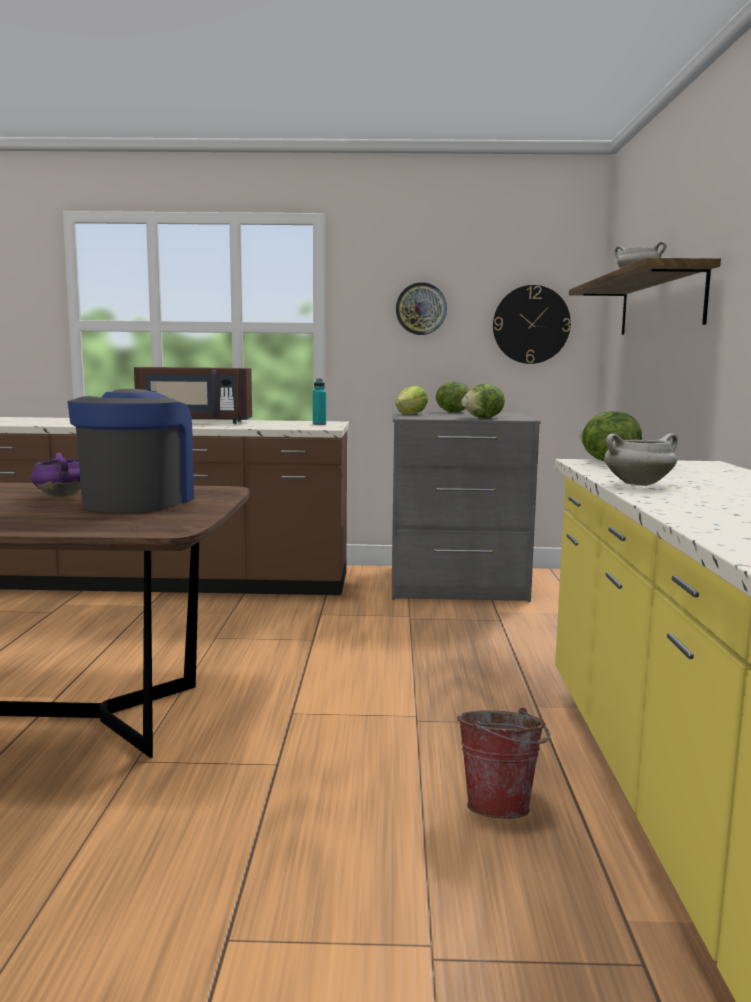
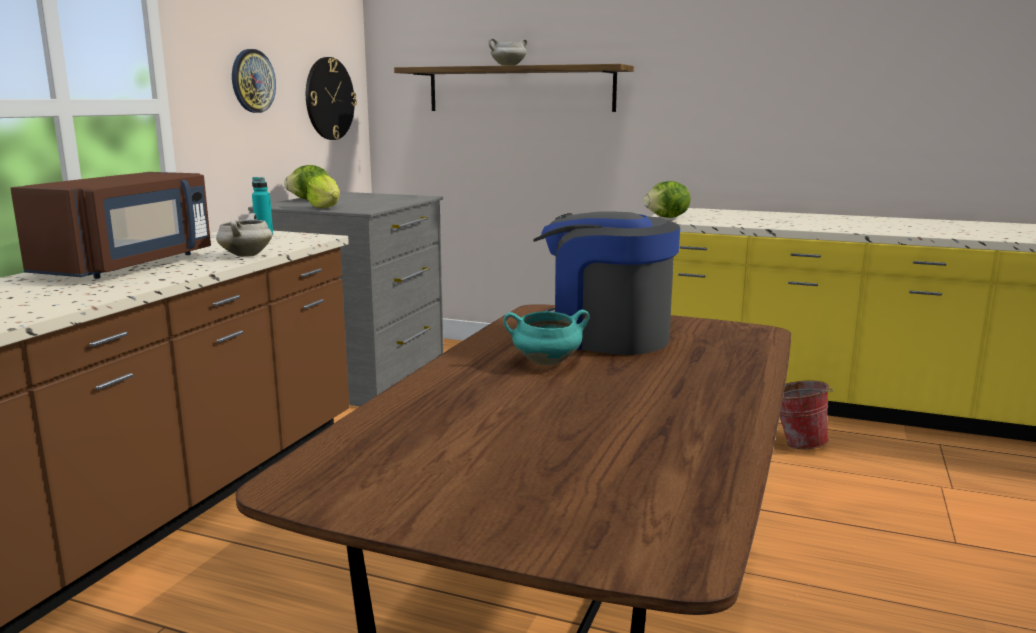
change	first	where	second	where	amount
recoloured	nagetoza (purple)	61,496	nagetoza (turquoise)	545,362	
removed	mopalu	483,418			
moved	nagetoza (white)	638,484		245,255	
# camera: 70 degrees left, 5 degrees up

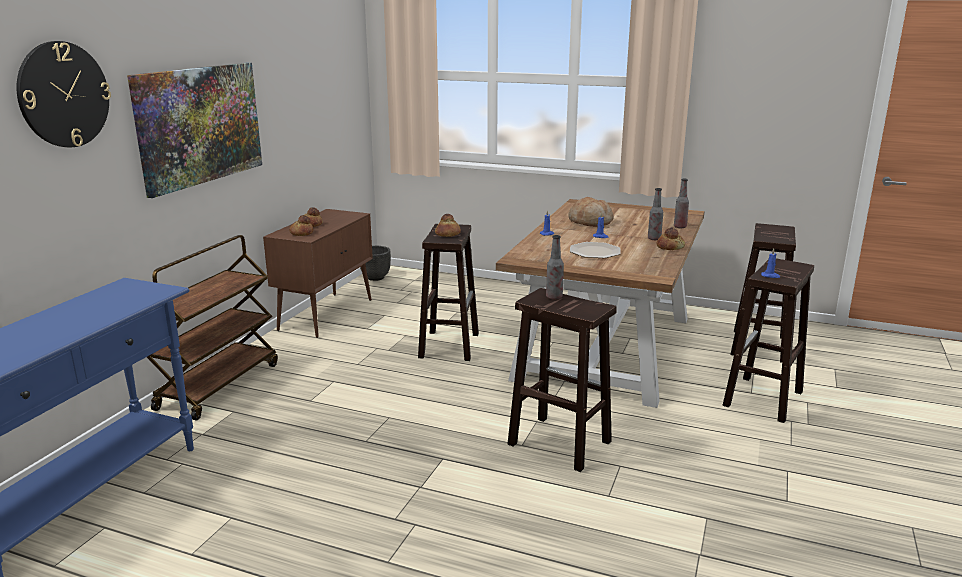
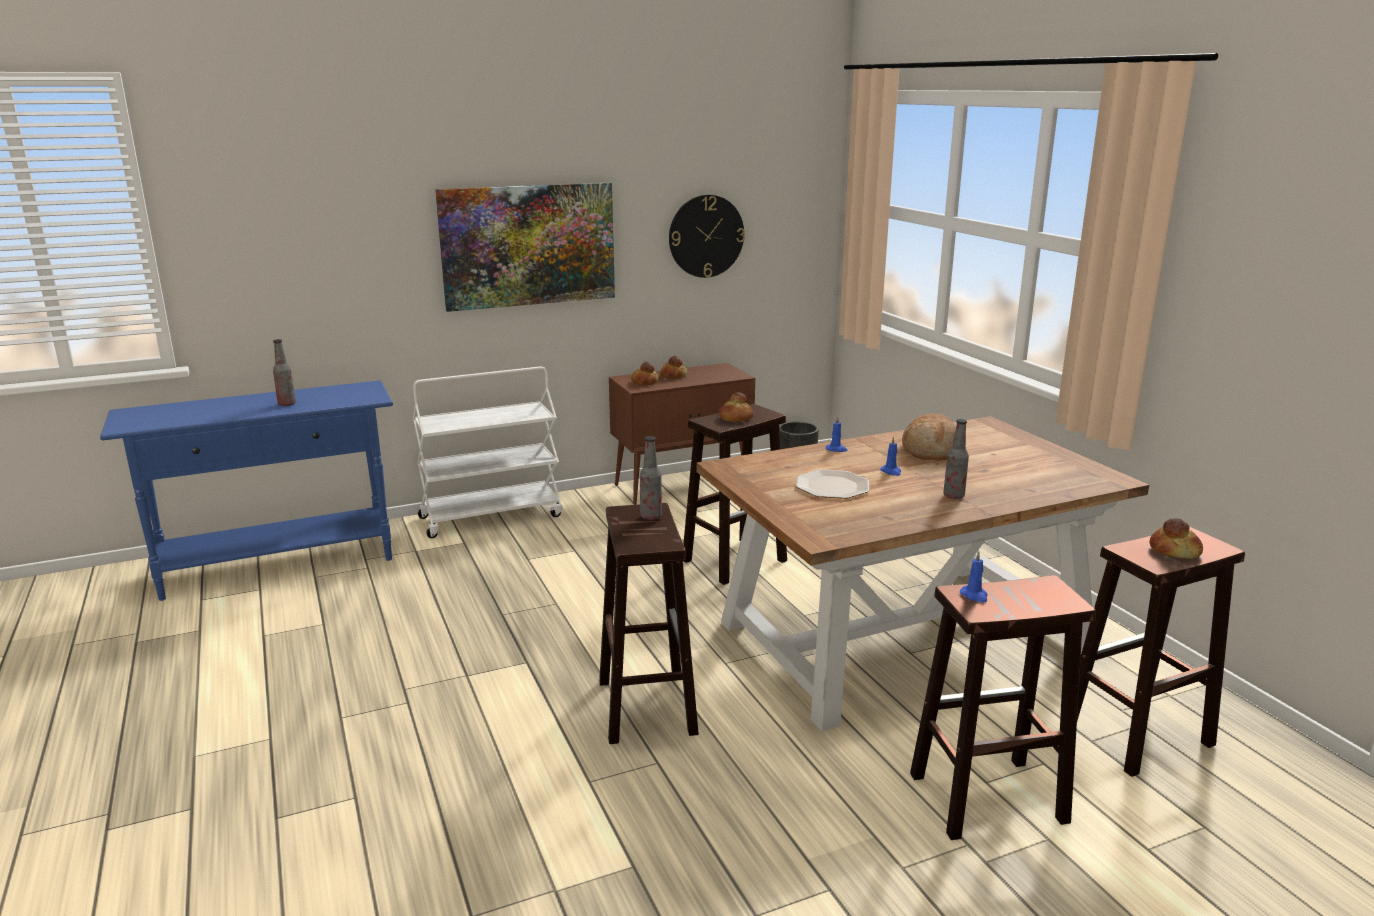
change	first	where	second	where	amount
moved	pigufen	63,95		706,236	
recoloured	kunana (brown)	218,385	kunana (white)	492,516	
moved	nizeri	670,247		1175,550	
moved	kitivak	680,227		287,404	
# camera: 45 degrees right, 0 degrees up

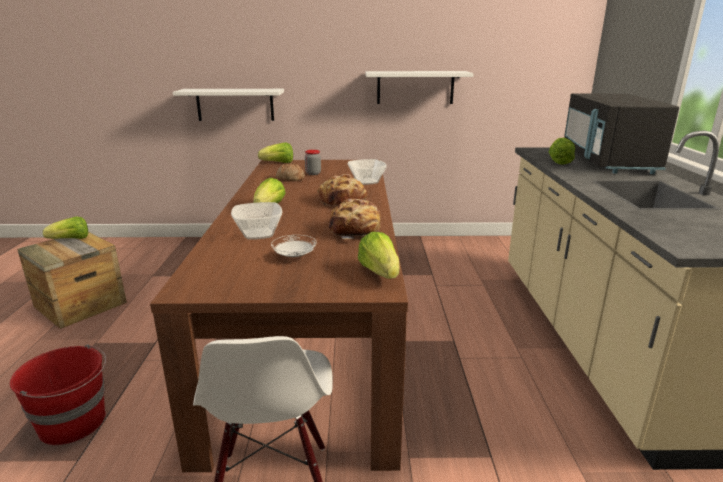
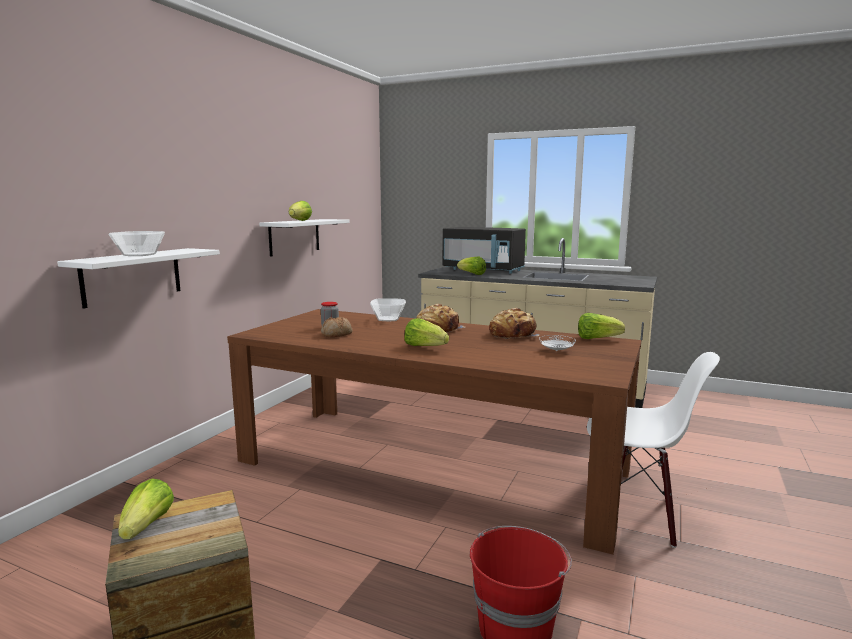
change	first	where	second	where	amount
moved	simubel	258,234		138,255	
moved	mopalu	278,163		300,221	
# camera: 65 degrees left, 10 degrees down

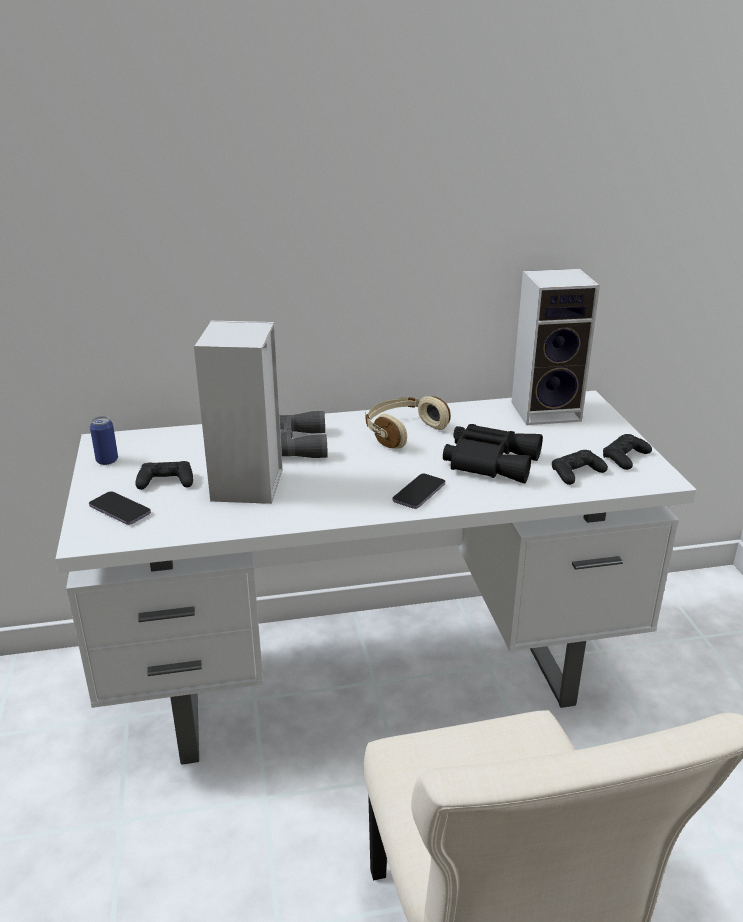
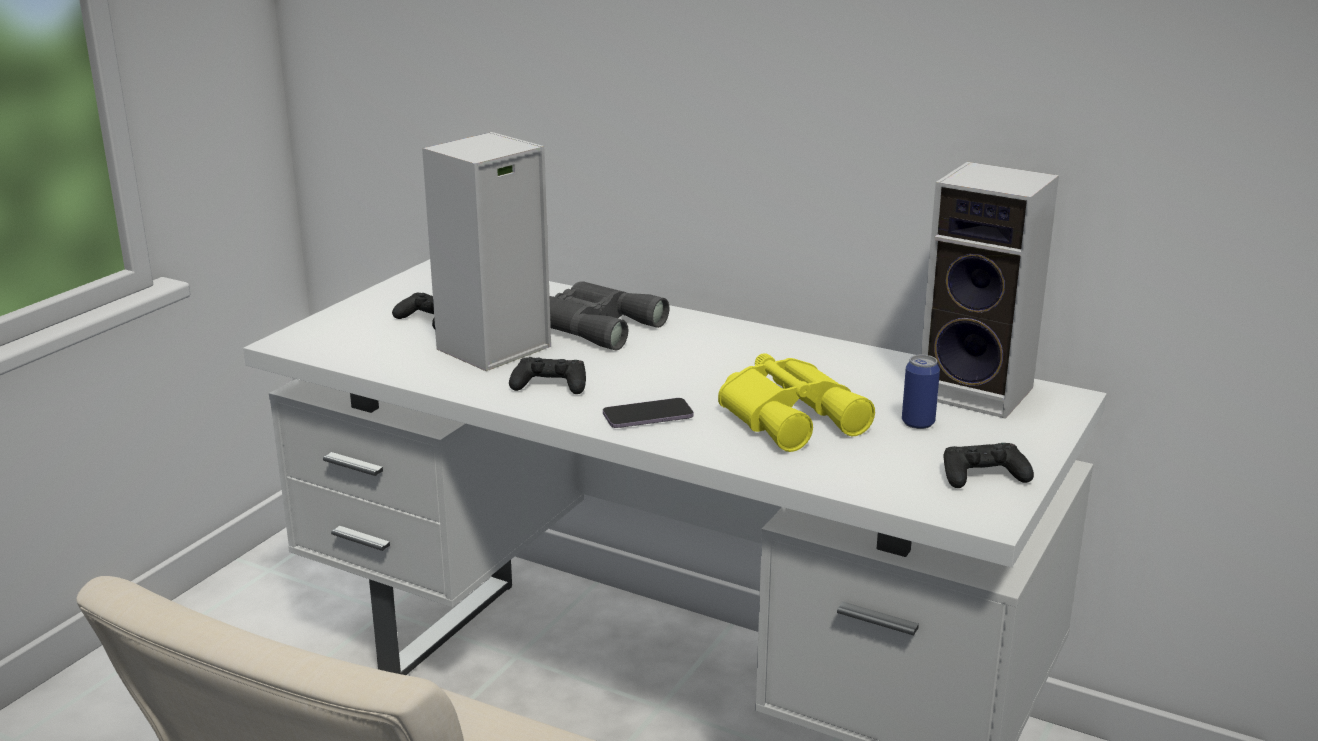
change	first	where	second	where	amount
removed	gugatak	120,510			
moved	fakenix	107,460		918,423	
removed	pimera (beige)	402,431			
recoloured	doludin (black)	490,461	doludin (yellow)	792,416	
moved	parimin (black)	576,473		550,385	
# camera: 40 degrees right, 5 degrees down

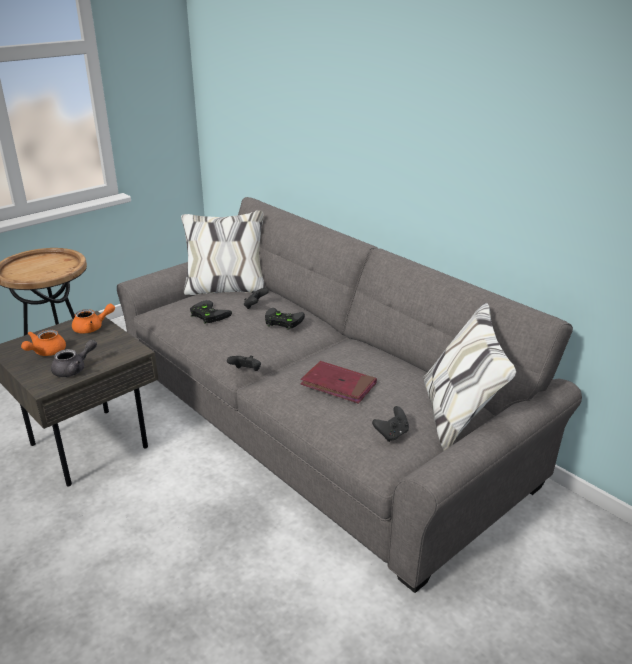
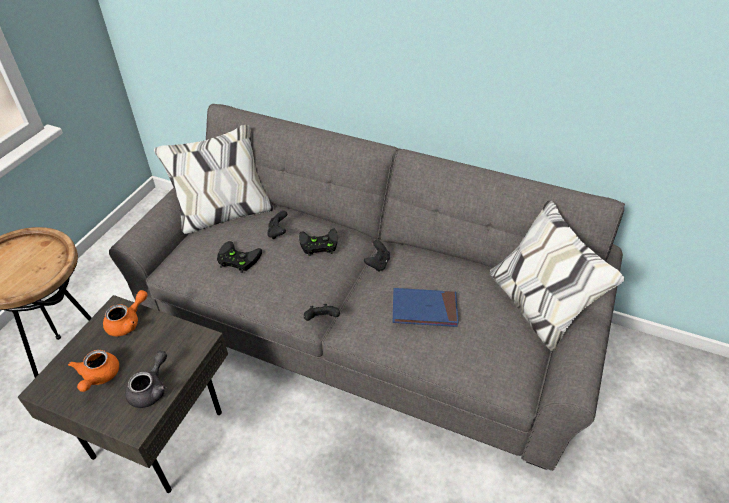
change	first	where	second	where	amount
recoloured	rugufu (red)	338,385	rugufu (blue)	424,309	
moved	parimin (black)	392,434		378,264	
# camera: 25 degrees left, 15 degrees up

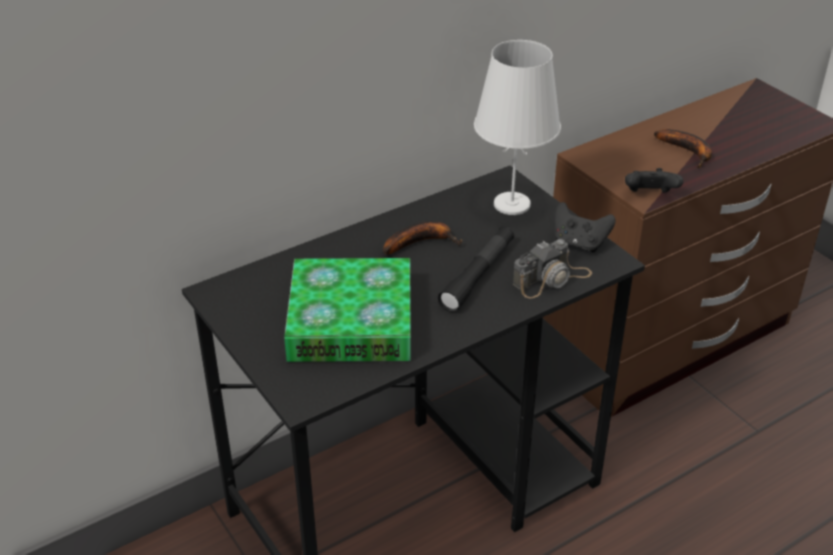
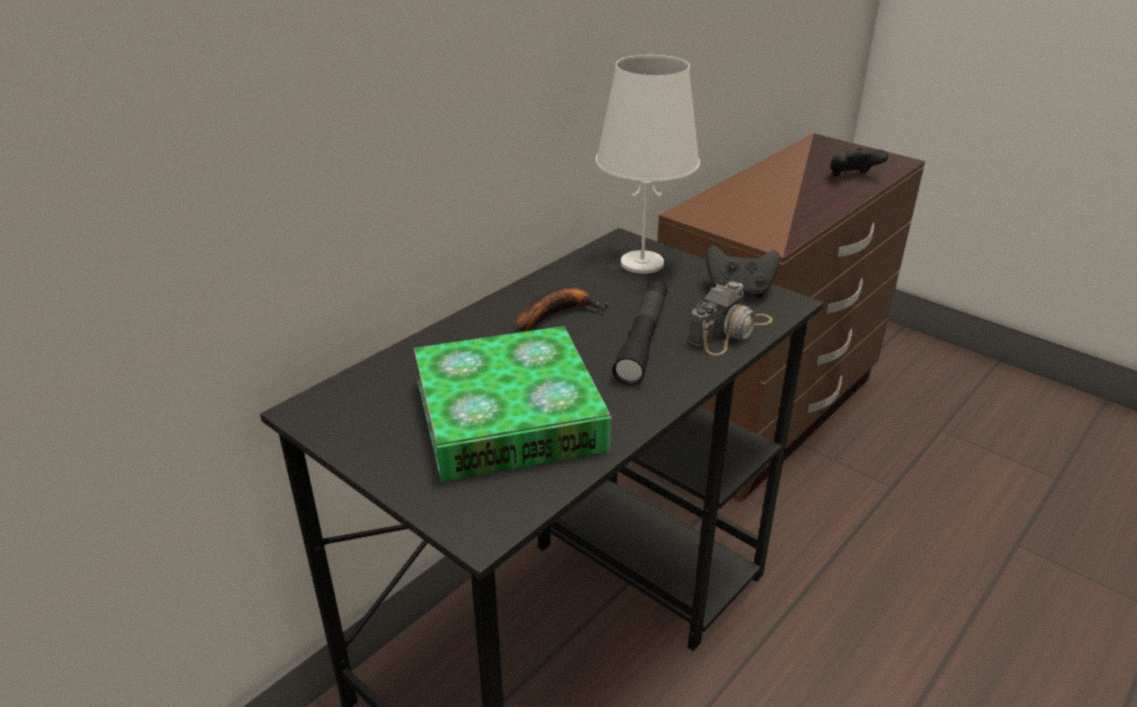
change	first	where	second	where	amount
moved	parimin (black)	649,196		852,177	
removed	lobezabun	688,152			
# camera: 15 degrees left, 5 degrees down

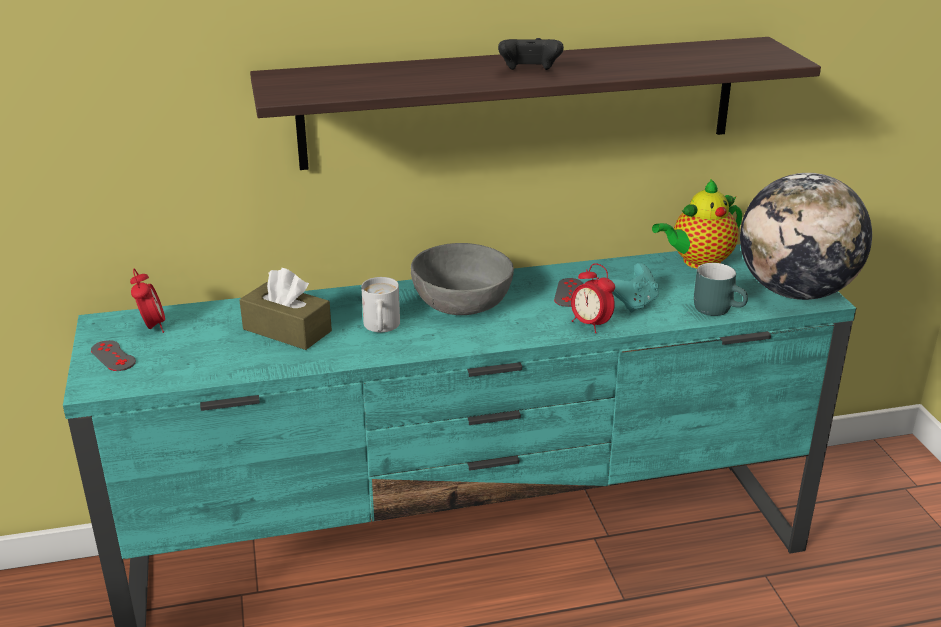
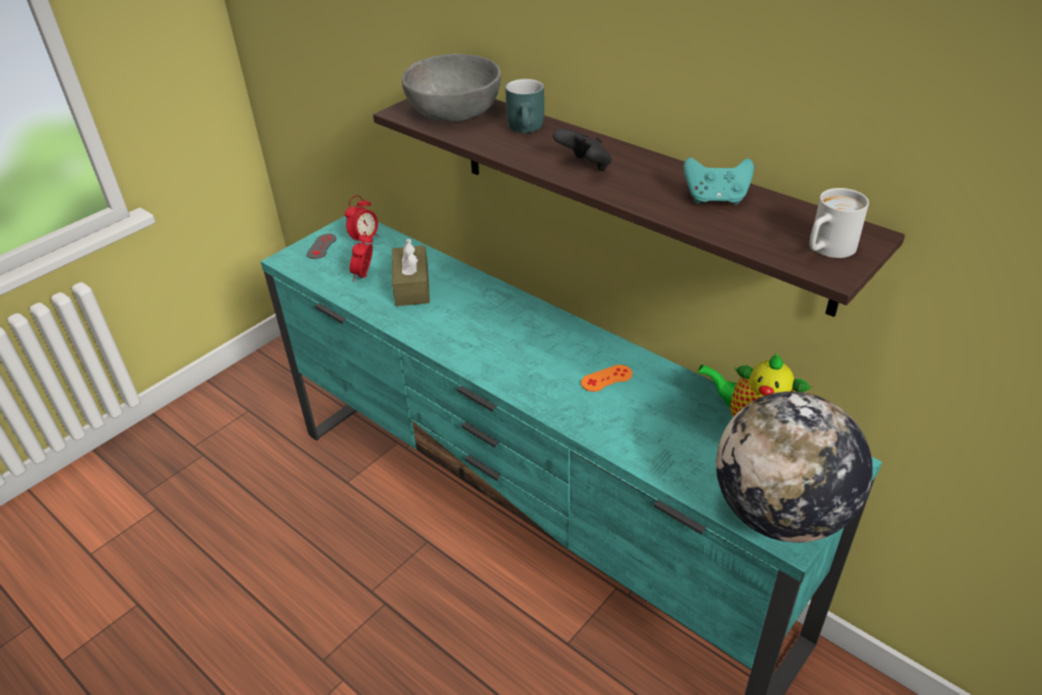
change	first	where	second	where	amount
moved	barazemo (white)	381,327		826,250	
moved	simubel (grey)	462,301		454,111	
recoloured	parimin (grey)	568,293	parimin (orange)	606,378	
moved	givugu	590,324		364,276	
moved	parimin (turquoise)	634,304		715,199	
moved	barazemo (turquoise)	718,309		528,129	
# camera: 55 degrees right, 10 degrees up

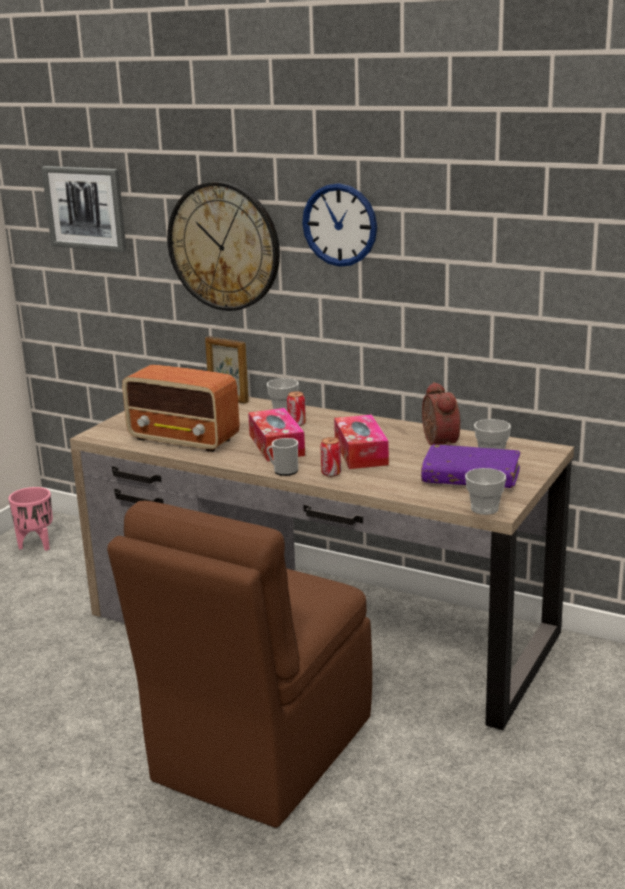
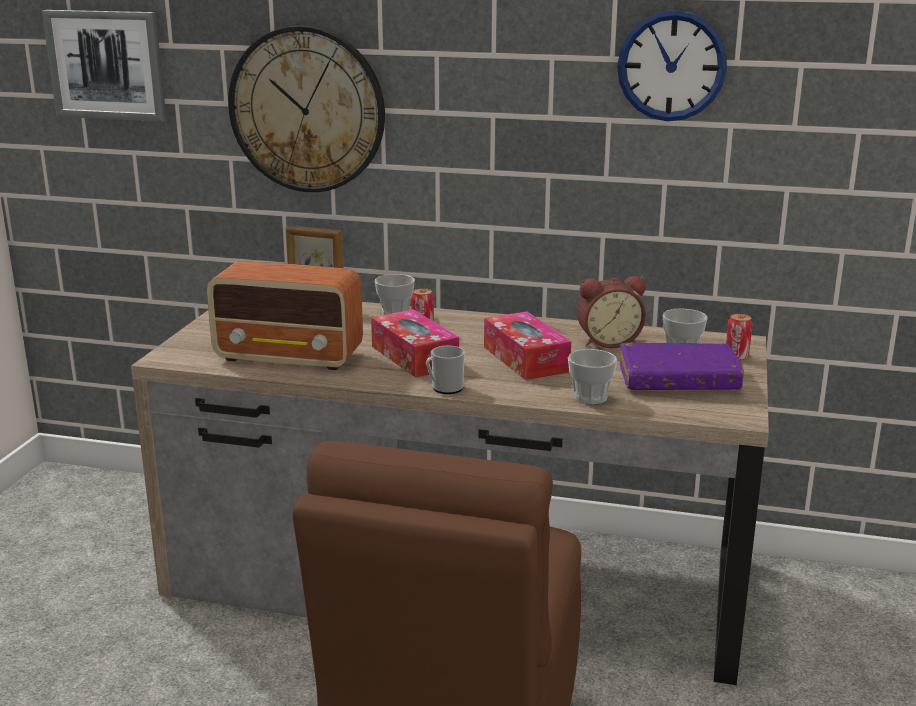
change	first	where	second	where	amount
removed	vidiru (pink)	37,545			
moved	pigufen	339,225		671,66	
moved	fakenix	331,473		736,357	
turned	givugu	437,443		608,341	105 degrees clockwise
moved	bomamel	484,508		590,397	
# camera: 15 degrees left, 0 degrees up

